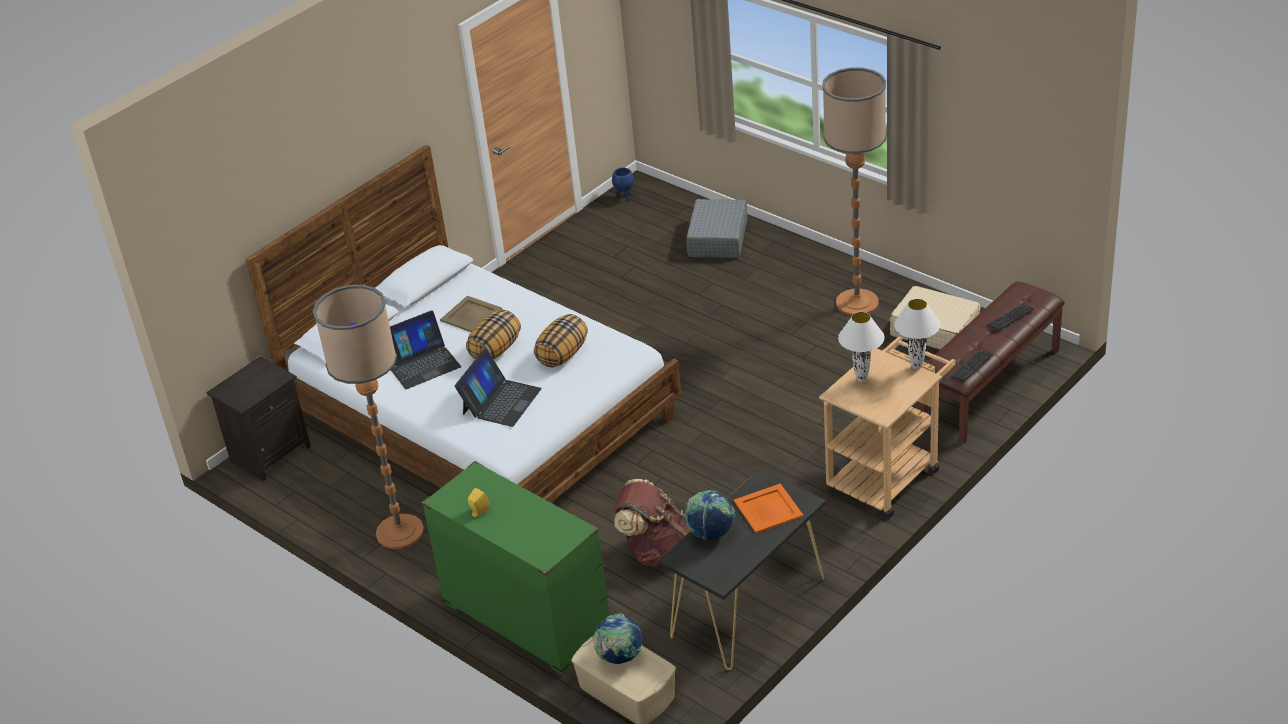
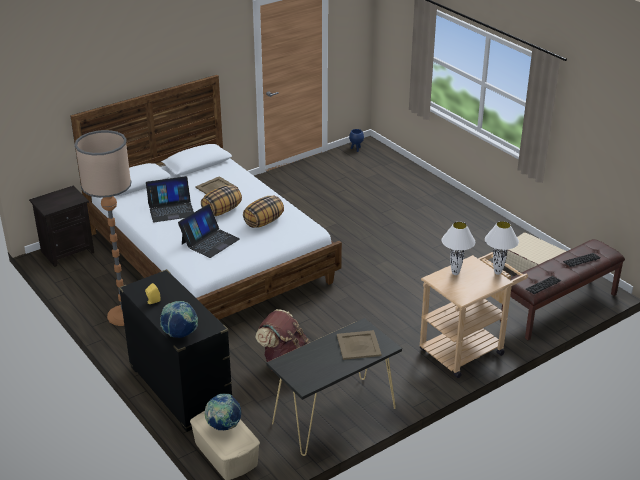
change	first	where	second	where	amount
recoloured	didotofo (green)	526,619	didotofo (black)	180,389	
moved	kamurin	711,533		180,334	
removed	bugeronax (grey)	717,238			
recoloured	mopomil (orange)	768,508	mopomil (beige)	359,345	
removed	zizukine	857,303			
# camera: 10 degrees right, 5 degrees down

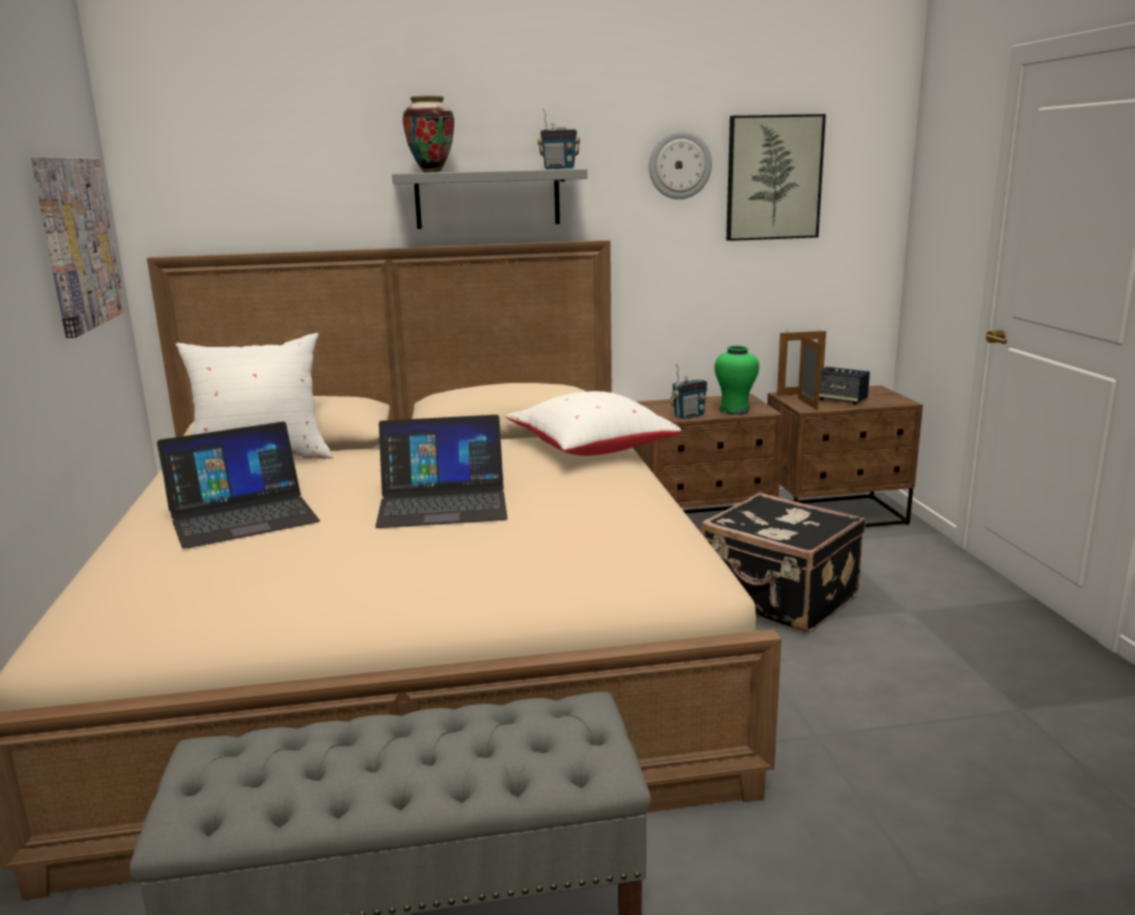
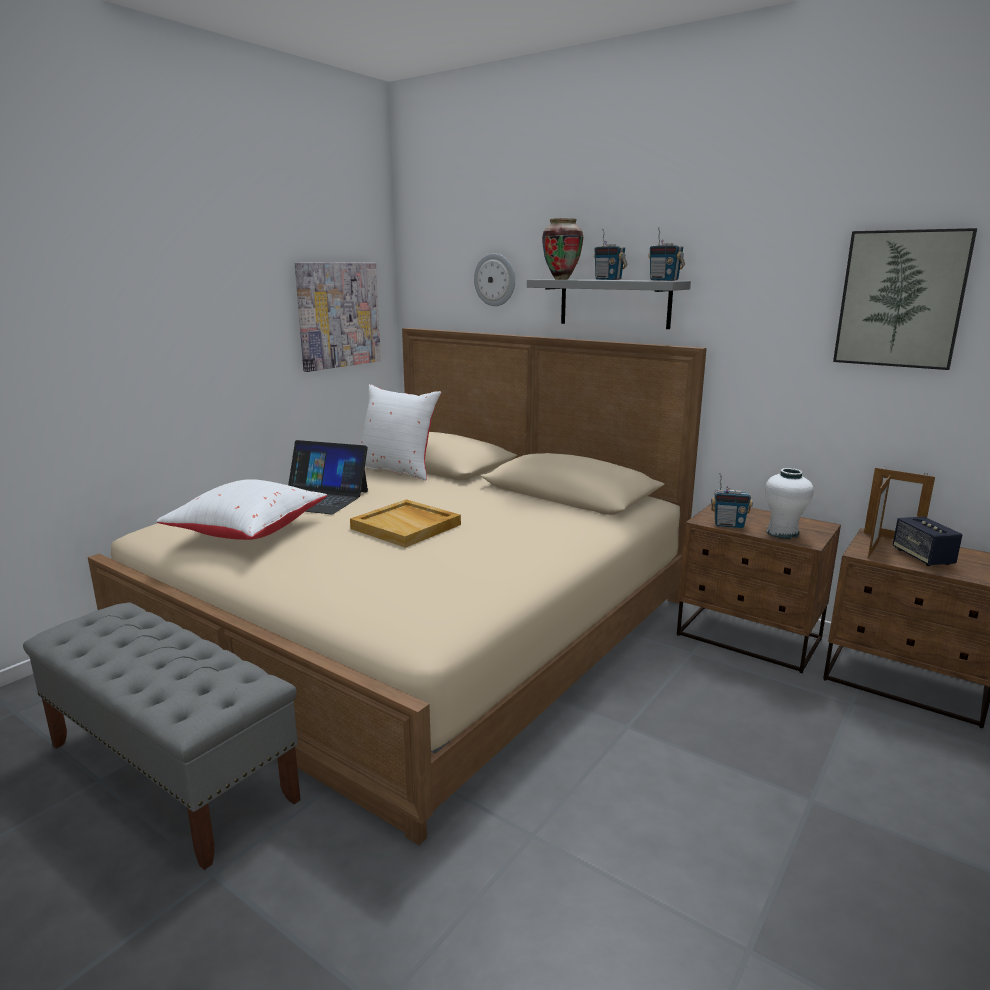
change	first	where	second	where	amount
replaced	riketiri	443,503	mopomil (beige)	407,526	
moved	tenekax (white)	590,450		247,532	
moved	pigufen	679,165		495,280	
removed	bugeronax (black)	779,599			
recoloured	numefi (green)	734,410	numefi (white)	782,533	
added			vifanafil	608,279	
# camera: 45 degrees right, 0 degrees up

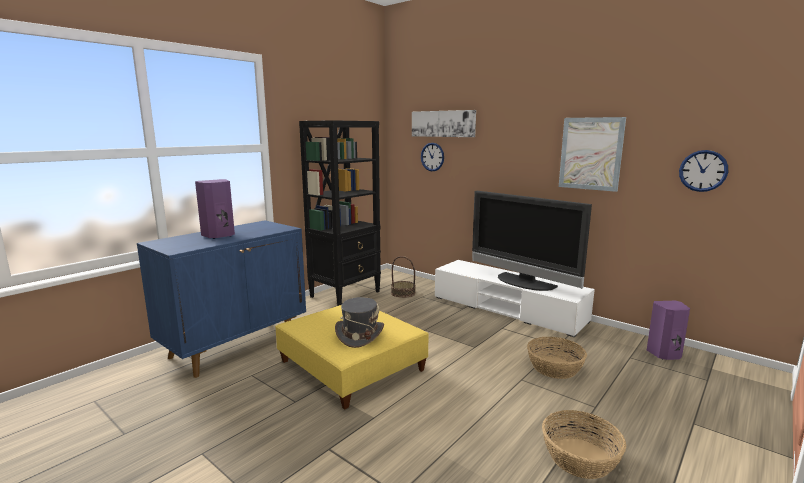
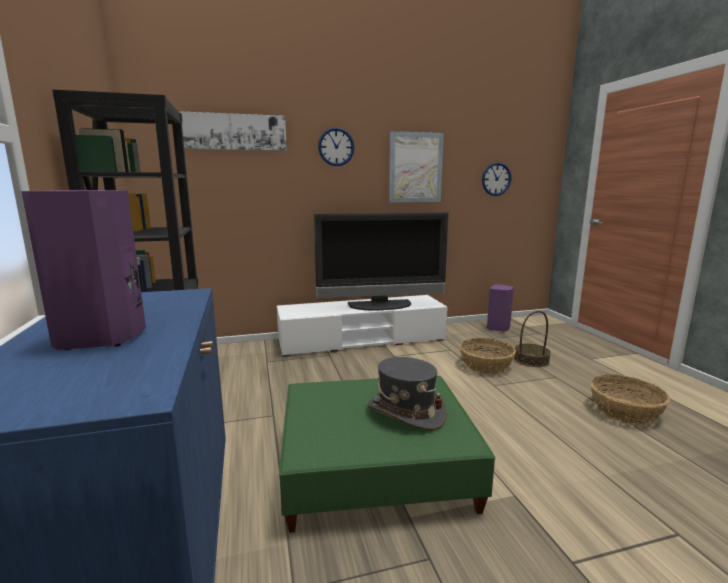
change	first	where	second	where	amount
recoloured	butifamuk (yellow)	351,365	butifamuk (green)	375,468	
moved	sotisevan	403,293		531,360	
moved	pigufen	432,157		336,147	
# camera: 55 degrees left, 0 degrees up

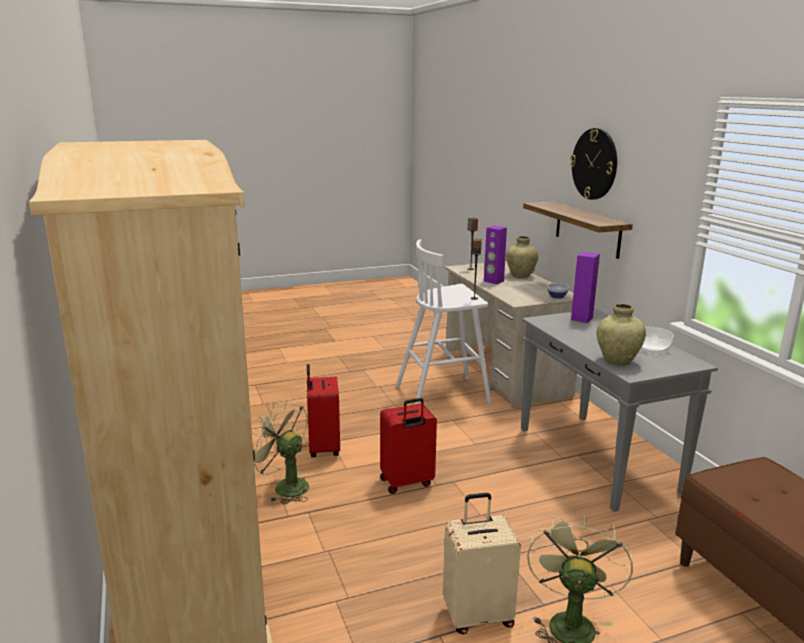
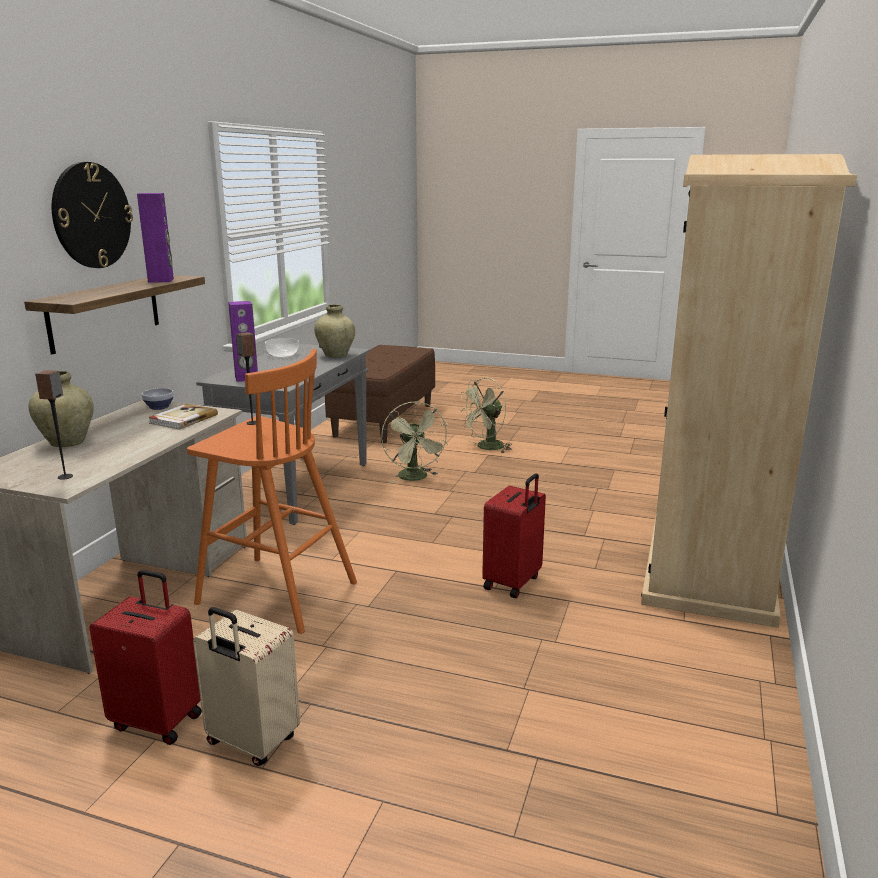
change	first	where	second	where	amount
moved	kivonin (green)	284,486		415,478	
moved	bugeronax (red)	407,483		158,720	
recoloured	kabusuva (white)	444,395	kabusuva (orange)	274,592	
moved	bugeronax (beige)	477,615		251,742	
moved	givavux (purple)	493,281		161,280	
added			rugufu	182,419	
# camera: 140 degrees left, 0 degrees up

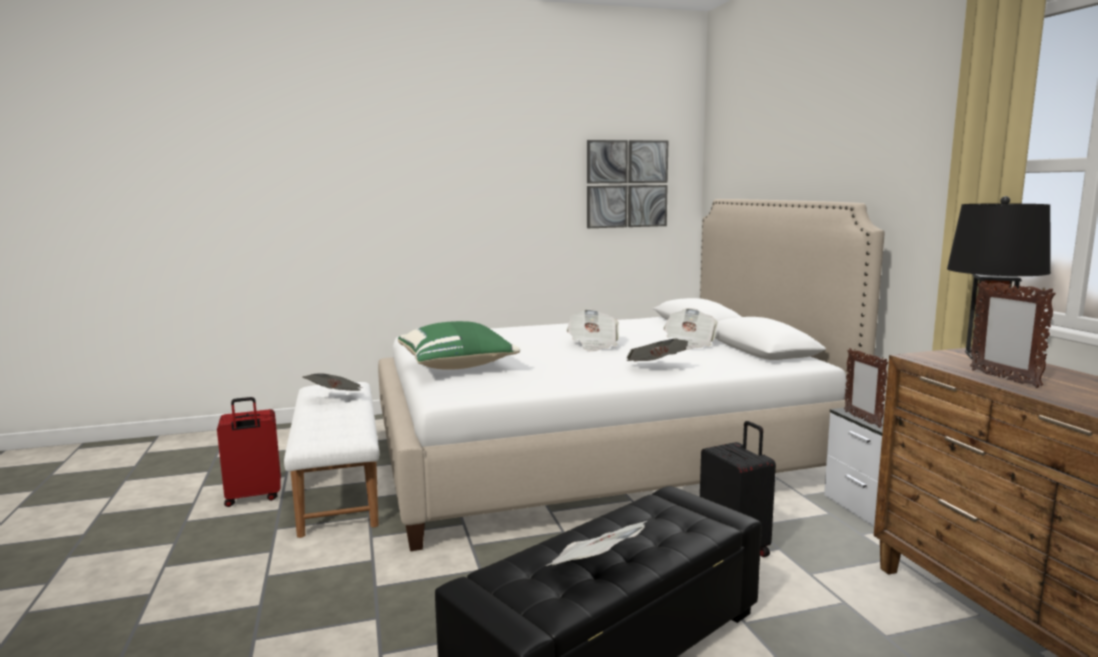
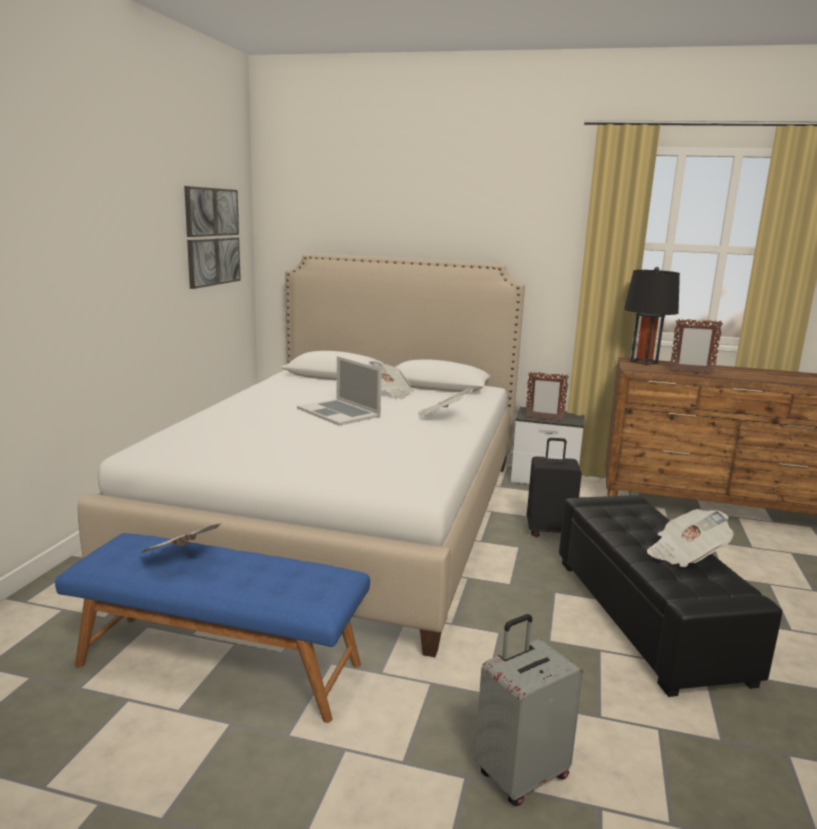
change	first	where	second	where	amount
removed	bugeronax (red)	253,497			
recoloured	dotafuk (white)	340,485	dotafuk (blue)	220,663	
removed	tenekax (green)	457,366			
replaced	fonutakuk	593,345	riketiri	339,412	
added			bugeronax (grey)	520,774	
# camera: 60 degrees left, 5 degrees up

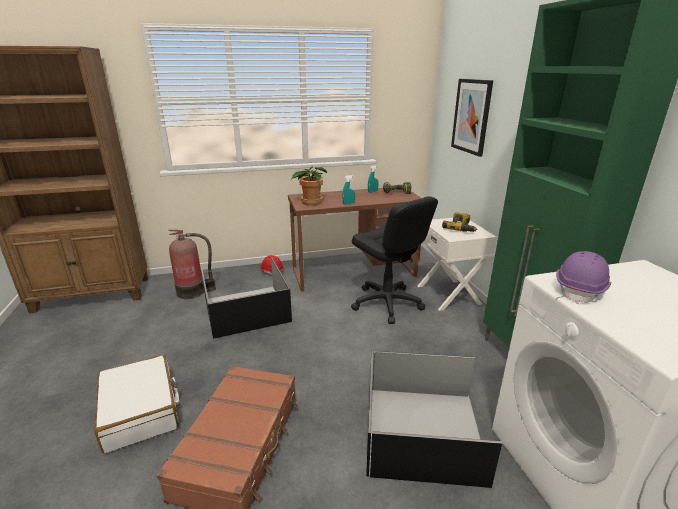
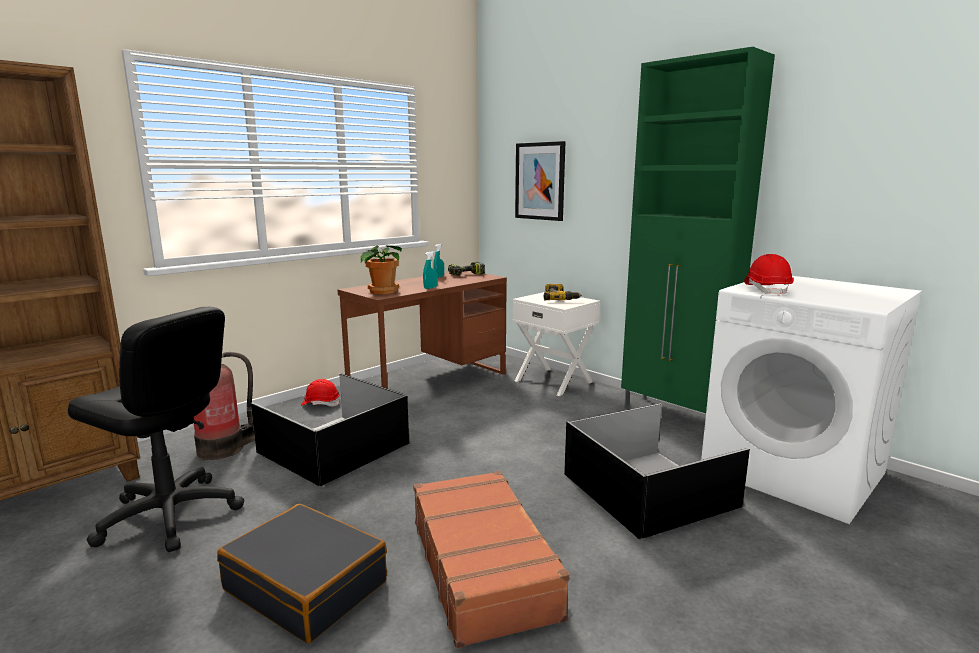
change	first	where	second	where	amount
recoloured	bugeronax (white)	141,411	bugeronax (black)	306,585	
moved	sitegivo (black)	386,303		169,515	
recoloured	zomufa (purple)	580,290	zomufa (red)	767,290	
# camera: 30 degrees left, 10 degrees down

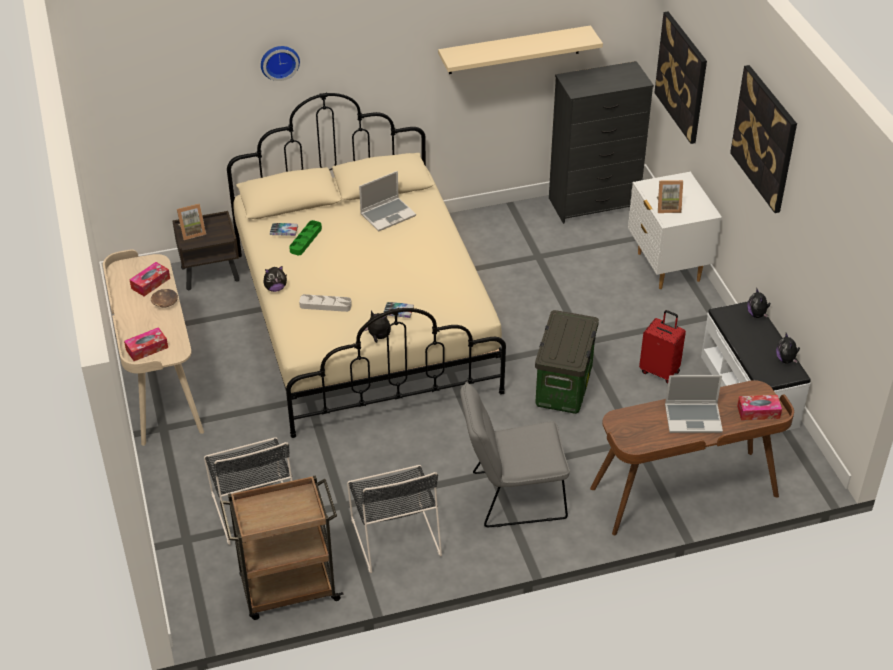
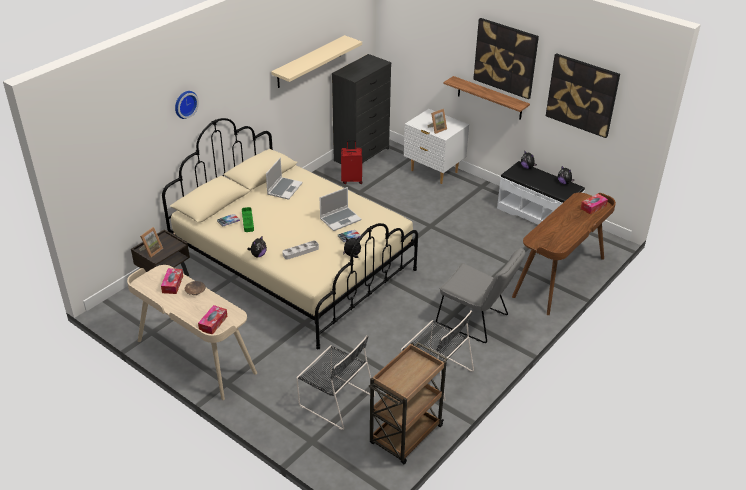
change	first	where	second	where	amount
turned	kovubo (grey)	511,496		476,321	105 degrees counterclockwise
removed	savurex	564,387			
moved	bugeronax (red)	660,371		352,180	
moved	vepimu	682,77		582,95	
moved	riketiri	693,418		340,219	
added			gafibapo	489,98	
# camera: 35 degrees left, 5 degrees down

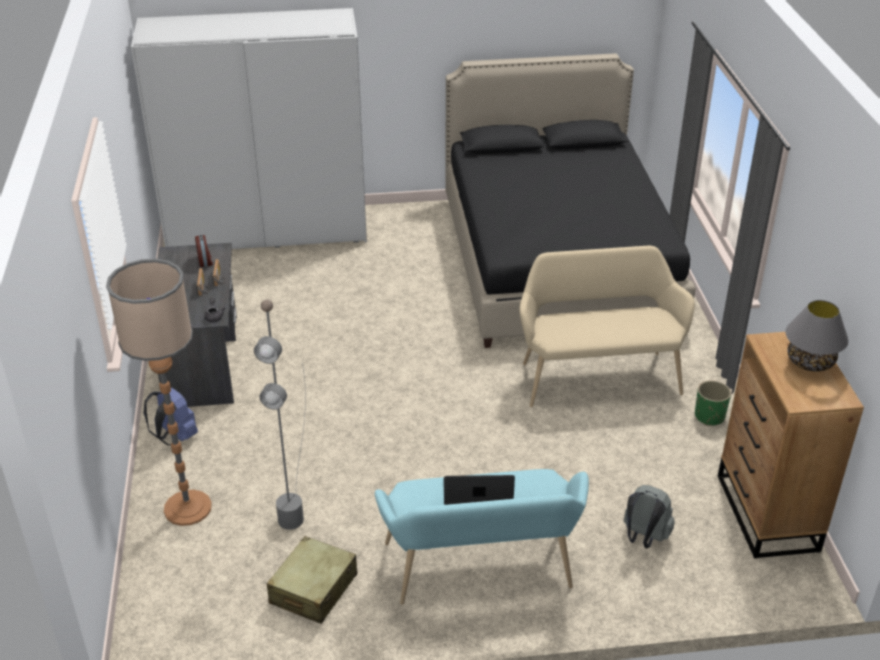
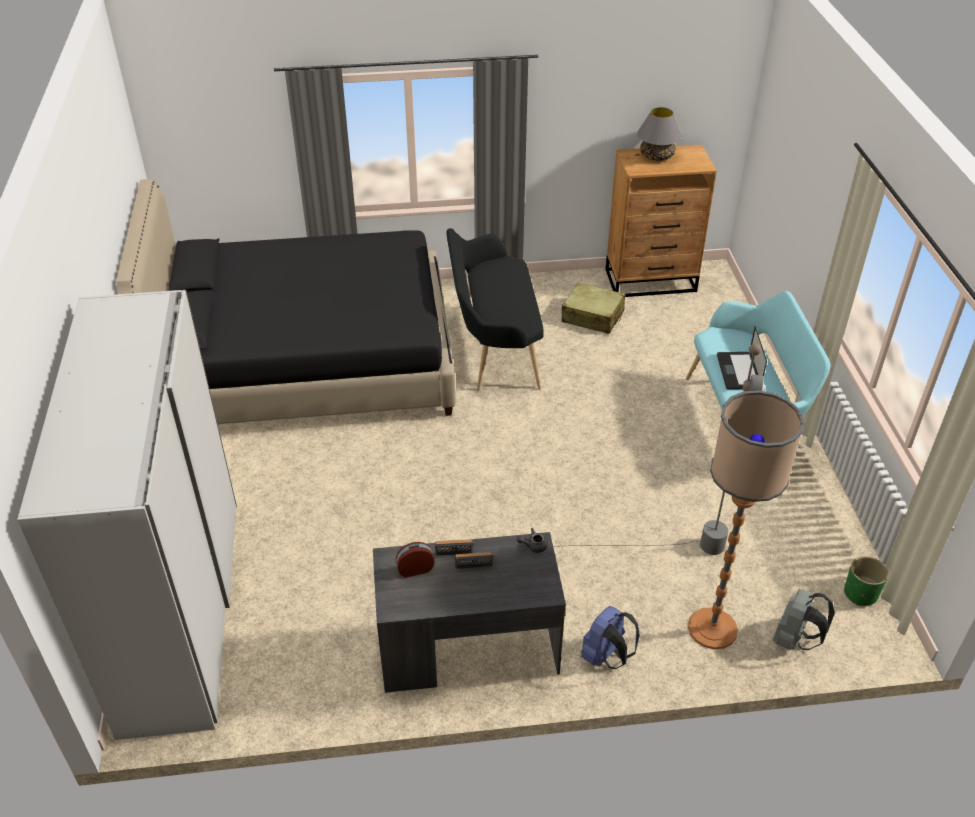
change	first	where	second	where	amount
moved	bugeronax (beige)	313,589		593,317	
recoloured	dotafuk (beige)	597,375	dotafuk (black)	493,347	
moved	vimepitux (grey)	644,537		795,639	
moved	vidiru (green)	709,416		860,594	
# camera: 90 degrees left, 5 degrees up

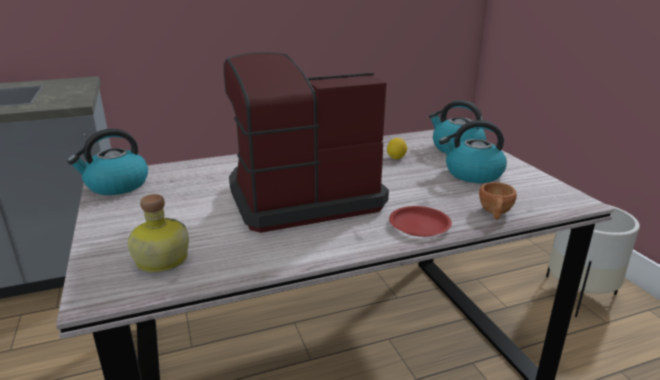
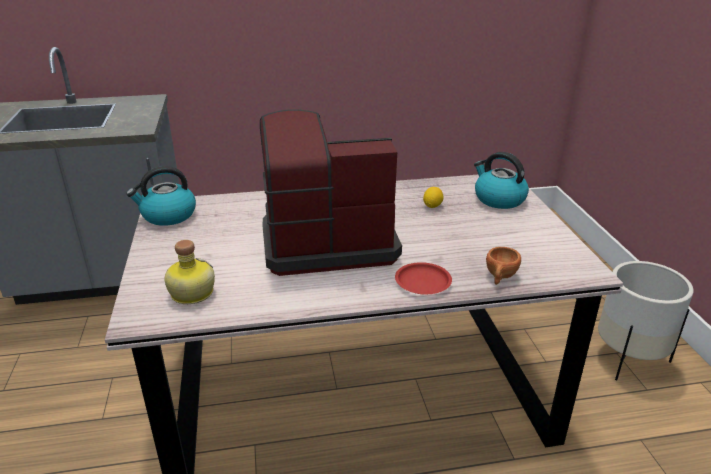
change	first	where	second	where	amount
removed	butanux	472,174			
# camera: 10 degrees right, 5 degrees up

